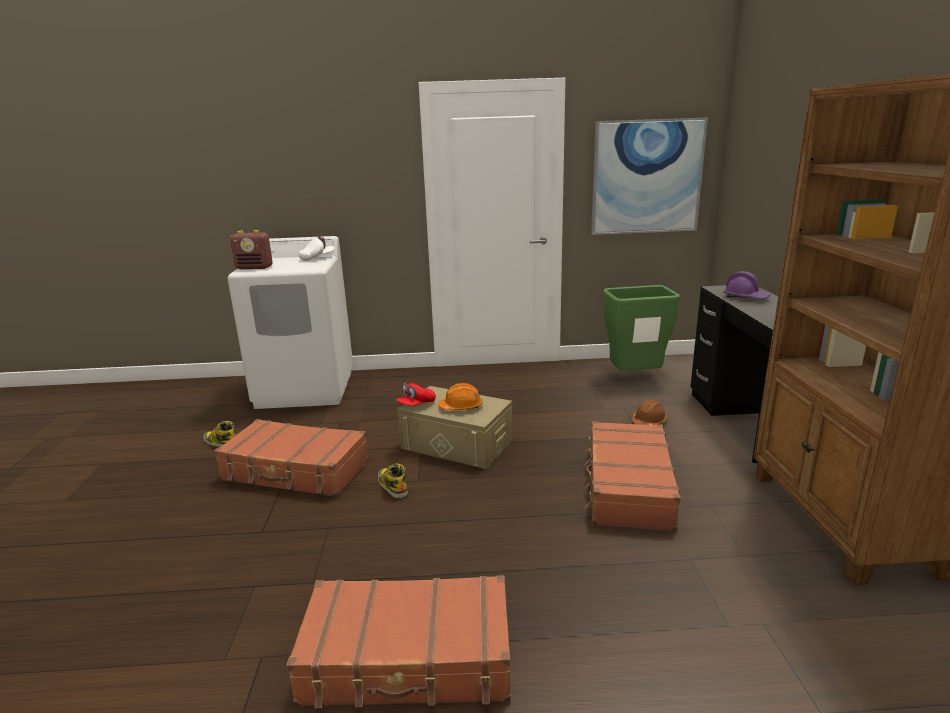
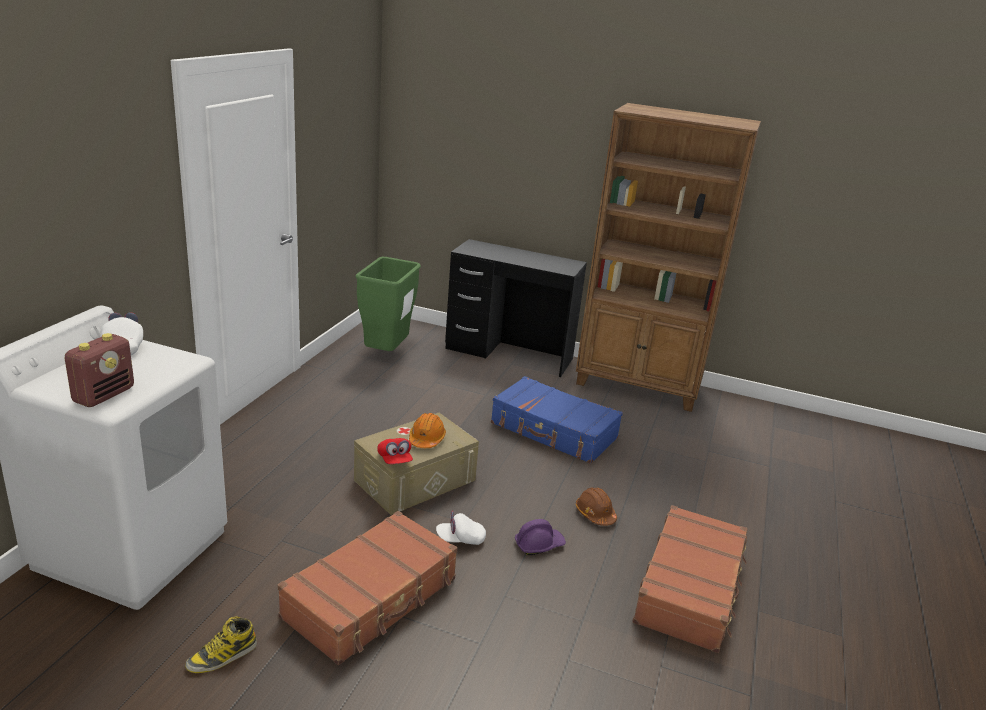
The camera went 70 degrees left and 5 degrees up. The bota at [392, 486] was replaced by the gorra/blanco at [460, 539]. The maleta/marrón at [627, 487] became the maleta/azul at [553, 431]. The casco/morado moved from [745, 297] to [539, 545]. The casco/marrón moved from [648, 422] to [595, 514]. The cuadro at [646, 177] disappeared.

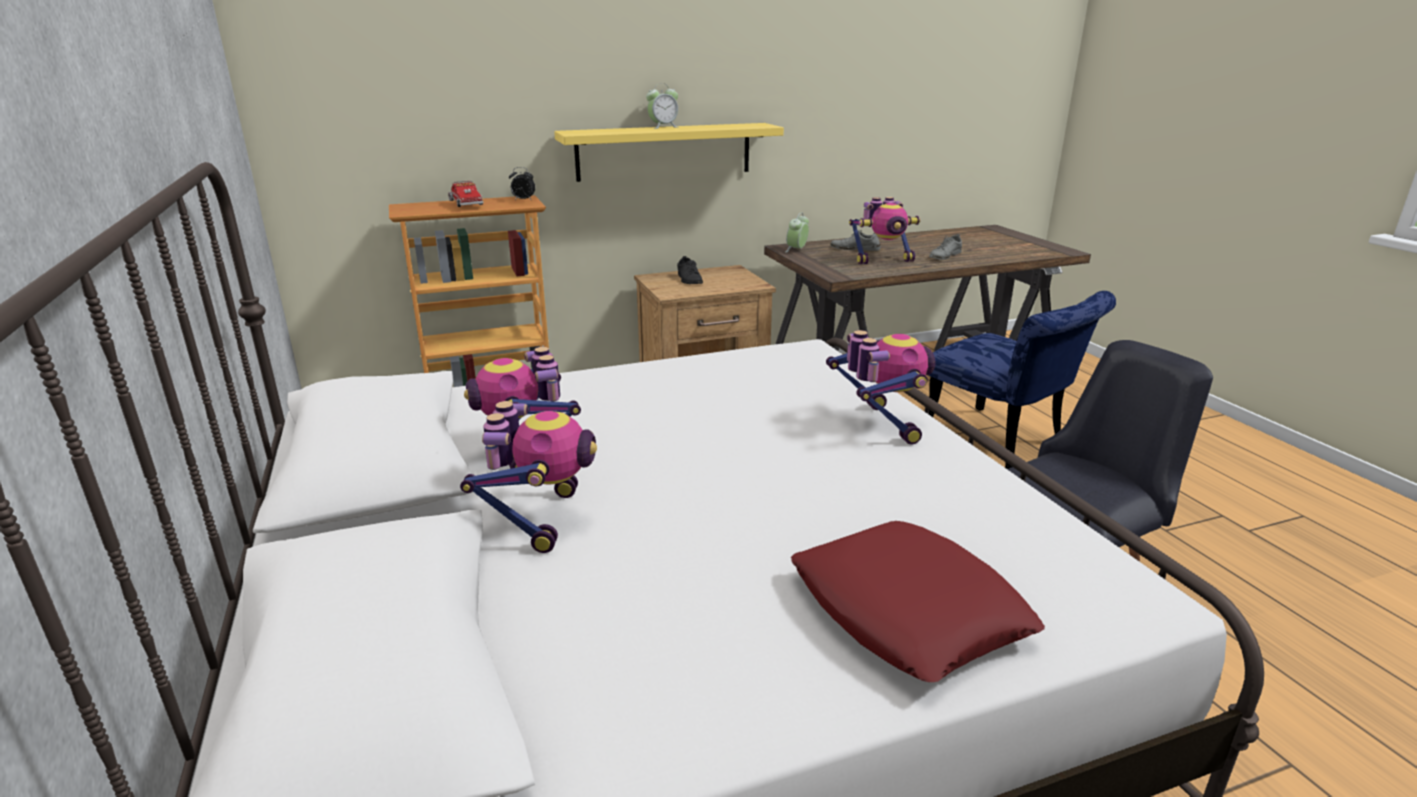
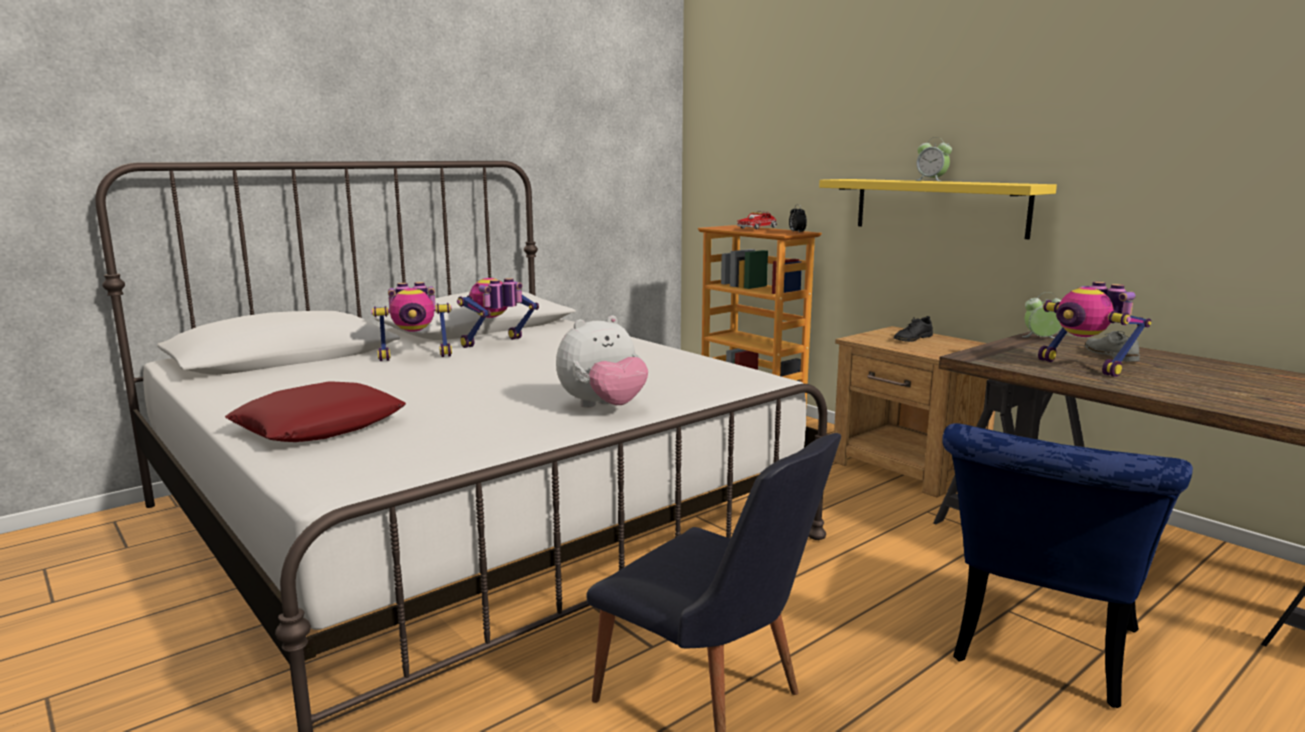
The camera went 70 degrees right and 10 degrees down. The robot de juguete at [879, 425] was replaced by the peluche at [603, 407]. The zapato/gris at [944, 256] disappeared.

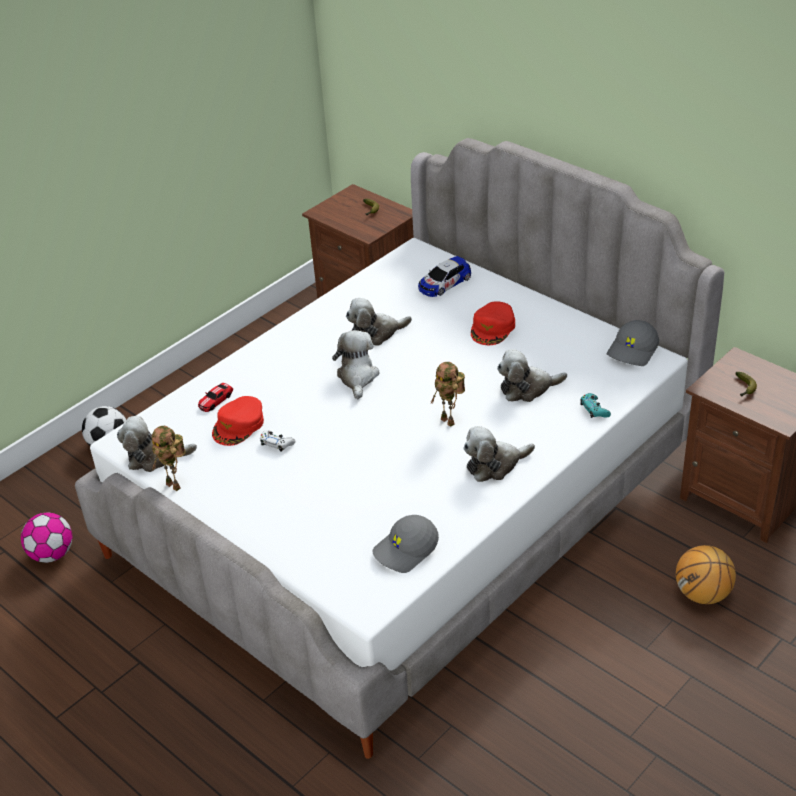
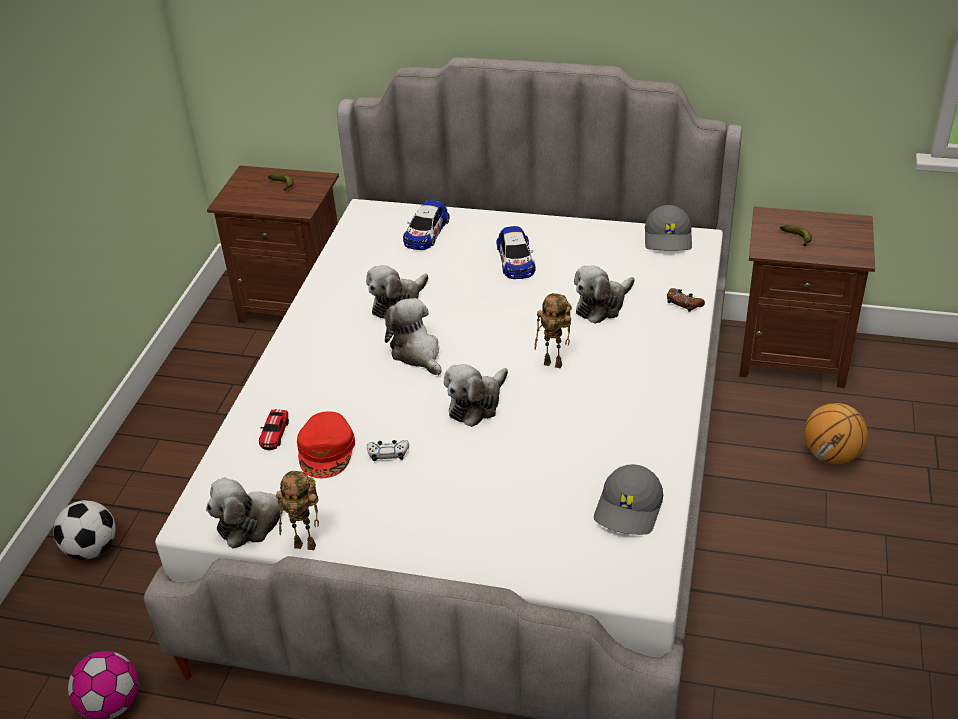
The camera went 30 degrees left and 0 degrees up. The peluche moved from [495, 465] to [476, 404]. The gorra/rojo at [493, 328] was replaced by the coche de juguete at [515, 260]. The mando de consola/turquesa at [594, 409] became the mando de consola/marrón at [684, 303].

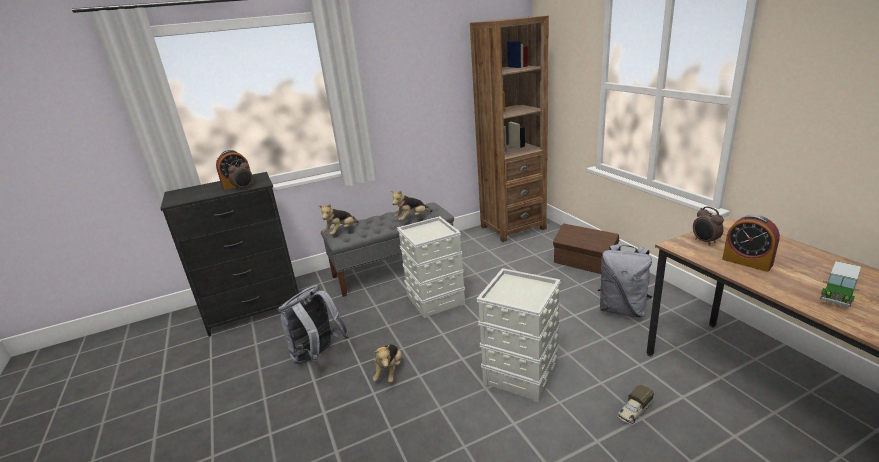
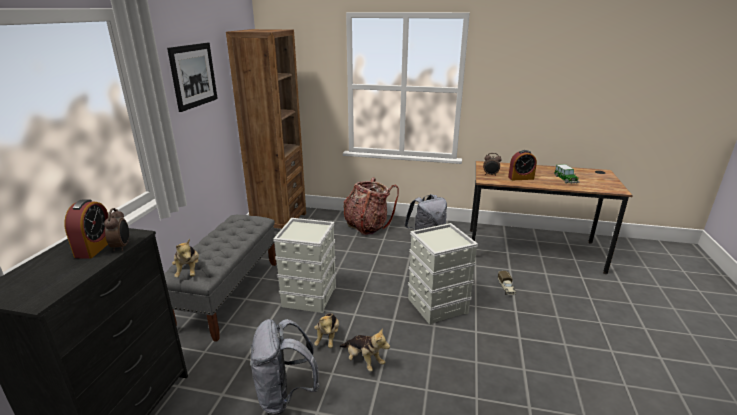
The camera went 55 degrees left and 0 degrees up. The cuadro at [193, 75] appeared. The peluche moved from [412, 219] to [327, 338]. The caja de almacenaje/marrón at [585, 264] was replaced by the mochila at [367, 226].

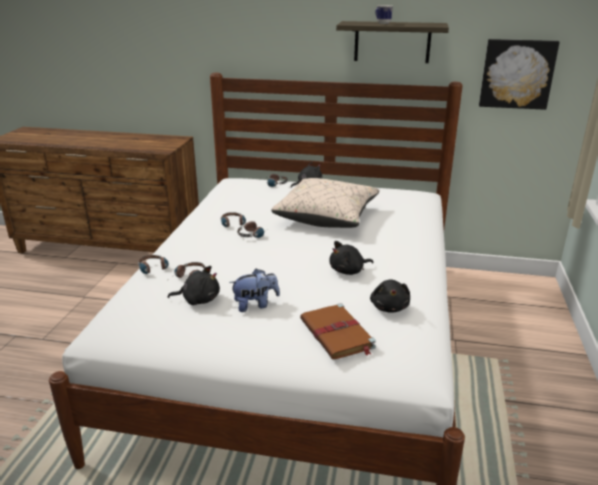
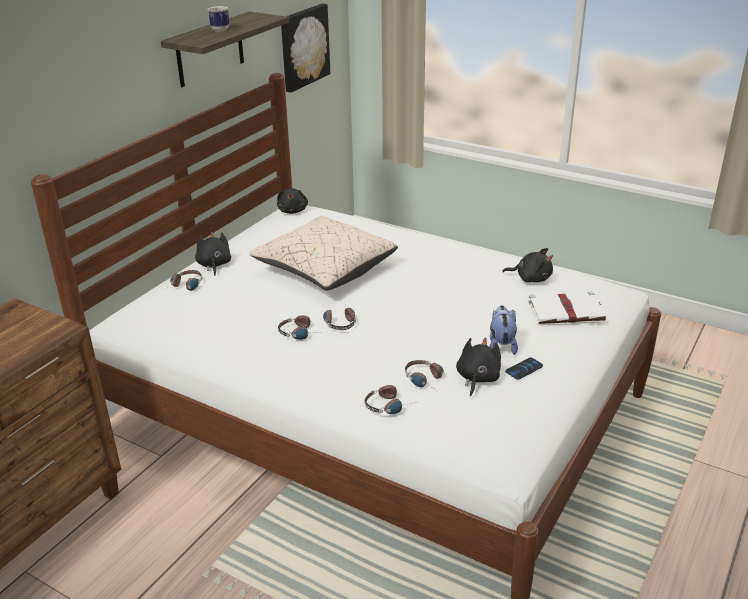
The camera went 70 degrees left and 5 degrees up. The peluche/negro moved from [348, 271] to [293, 211]. The móvil at [524, 369] appeared. The libro/marrón at [337, 334] became the libro/blanco at [567, 311].

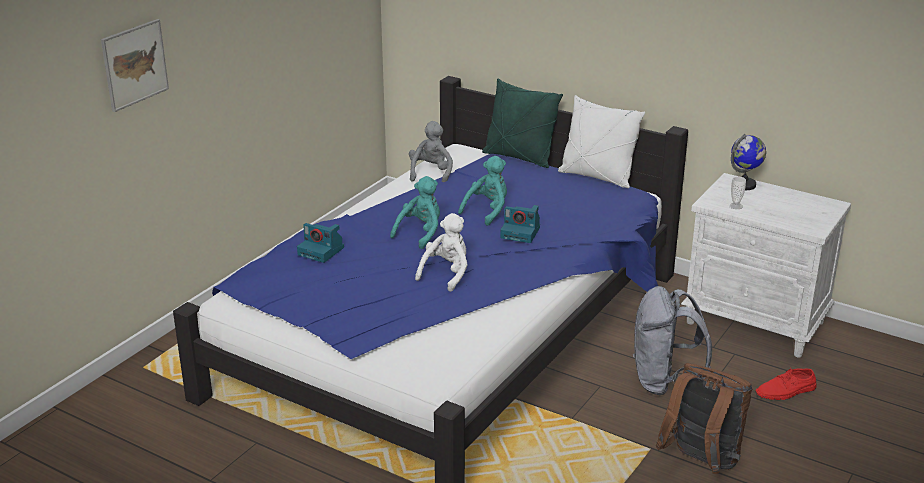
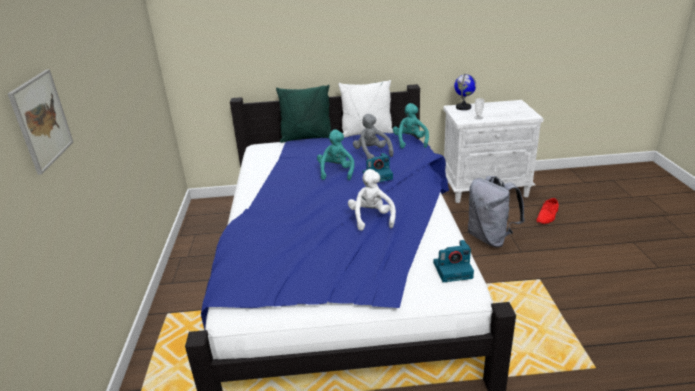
The camera went 35 degrees left and 0 degrees up. The peluche/gris moved from [431, 173] to [372, 153]. The peluche/turquesa moved from [420, 233] to [410, 142]. The cámara moved from [322, 251] to [453, 269]. The mochila/marrón at [700, 462] disappeared.

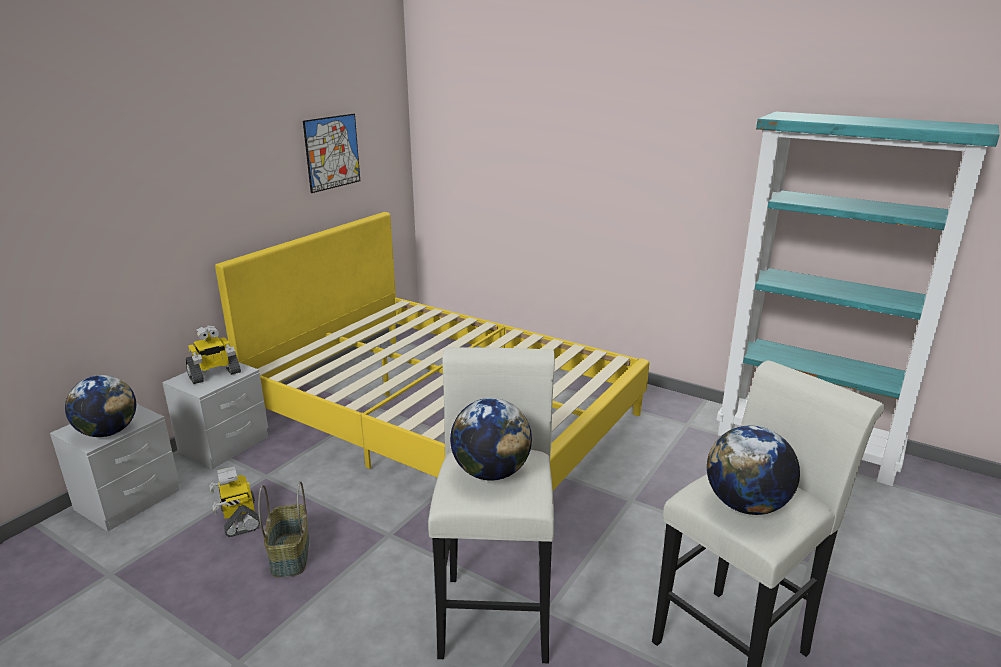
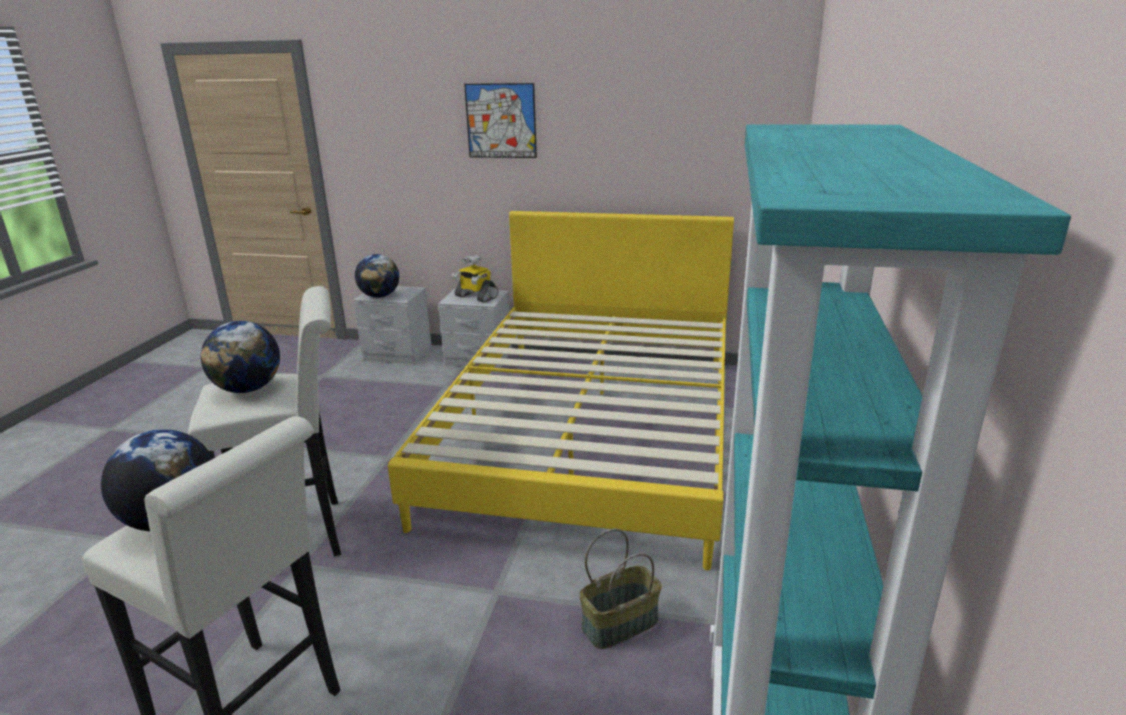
The camera went 70 degrees right and 0 degrees up. The cuadro moved from [332, 152] to [501, 121]. The cesta moved from [289, 554] to [620, 623]. The robot de juguete at [239, 518] disappeared.

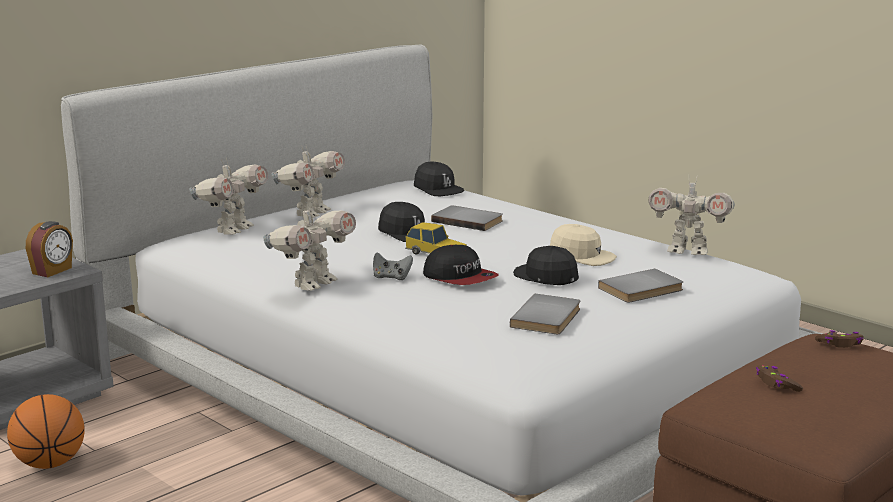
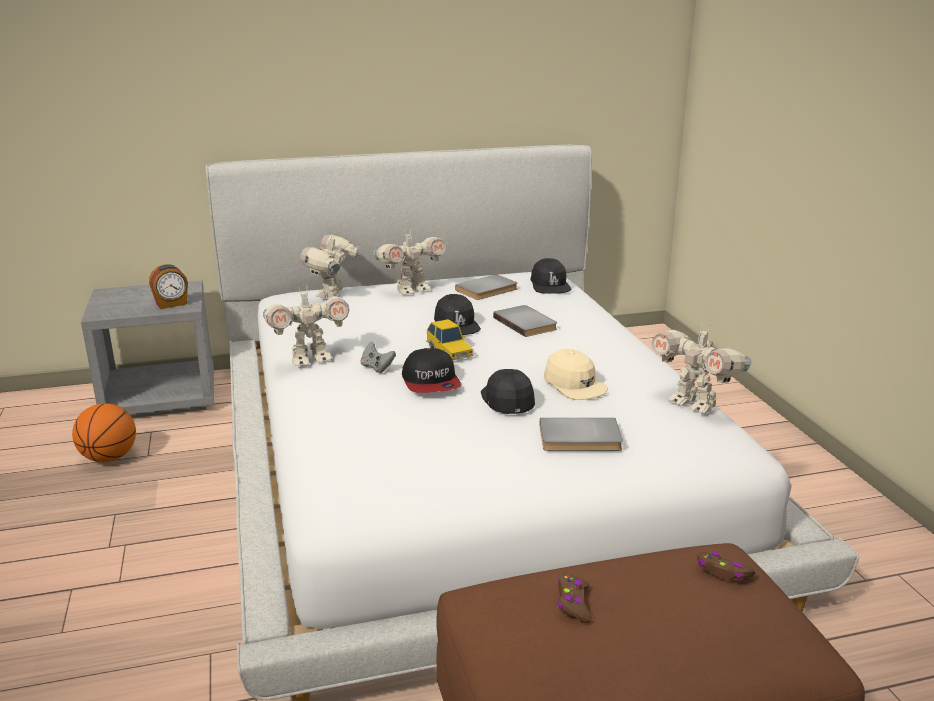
The camera went 30 degrees right and 5 degrees up. The robot de juguete at [232, 230] turned 135 degrees clockwise. The libro/gris moved from [548, 318] to [488, 290].

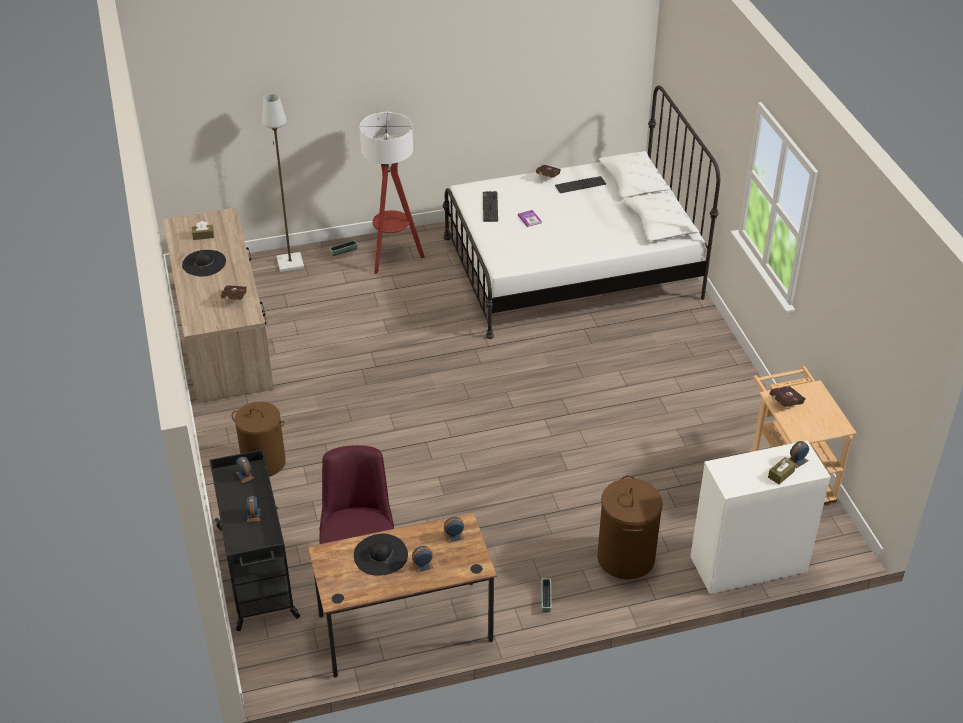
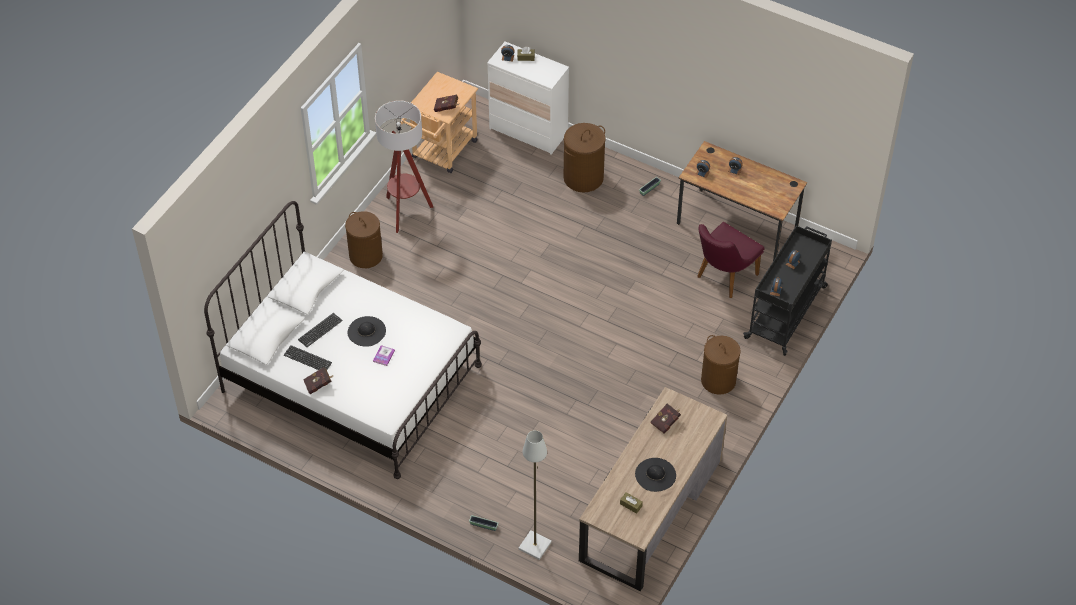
The camera went 135 degrees left and 10 degrees up. The teclado moved from [490, 207] to [320, 330]. The cesto de la ropa/marrón at [366, 256] appeared. The sombrero/negro moved from [380, 555] to [366, 331]. The lámpara de pie moved from [392, 257] to [405, 212].

